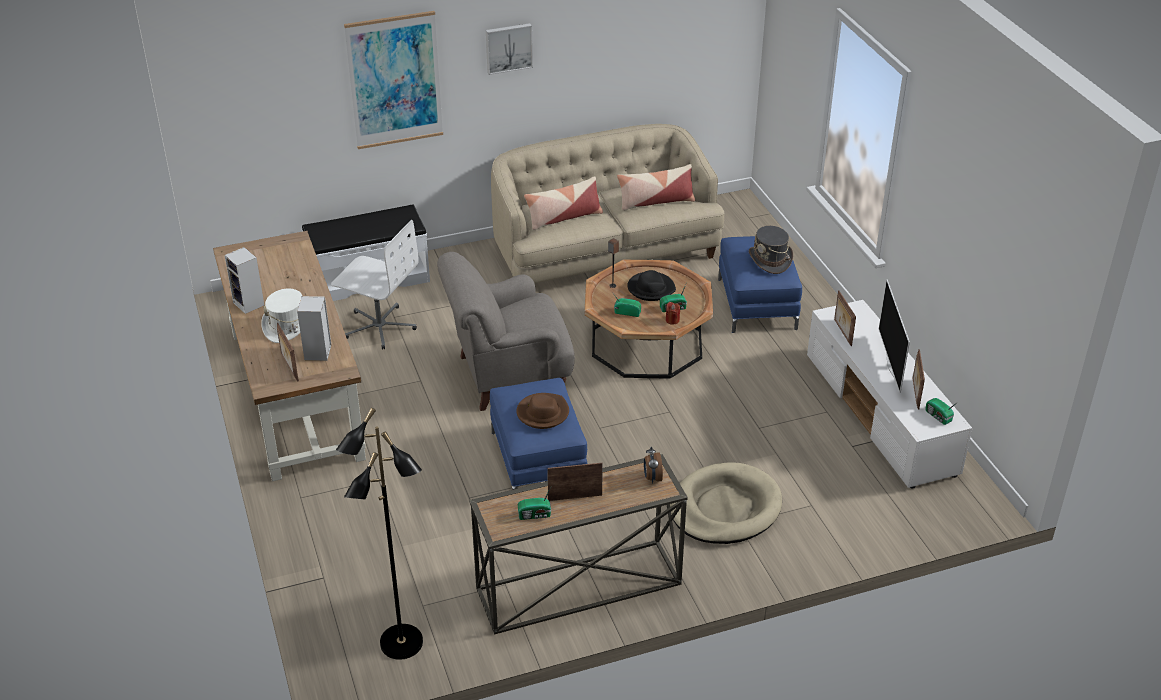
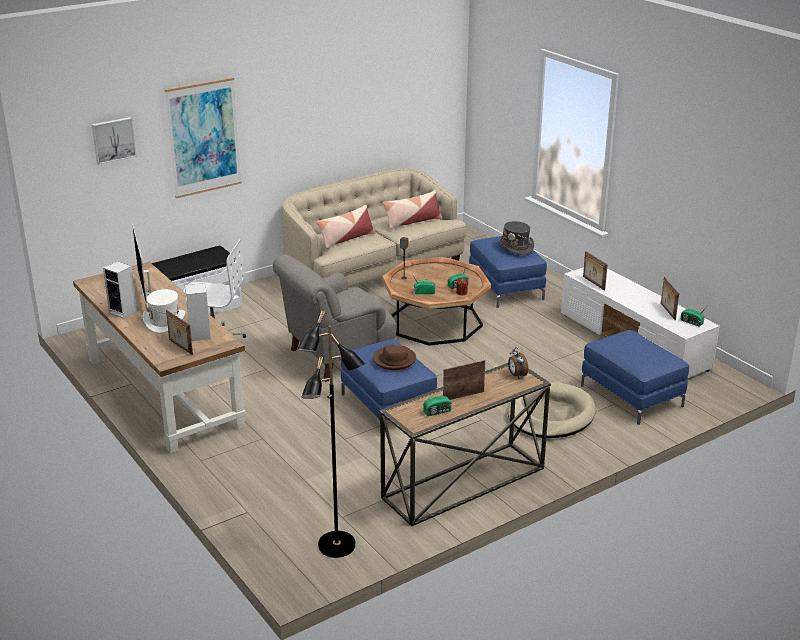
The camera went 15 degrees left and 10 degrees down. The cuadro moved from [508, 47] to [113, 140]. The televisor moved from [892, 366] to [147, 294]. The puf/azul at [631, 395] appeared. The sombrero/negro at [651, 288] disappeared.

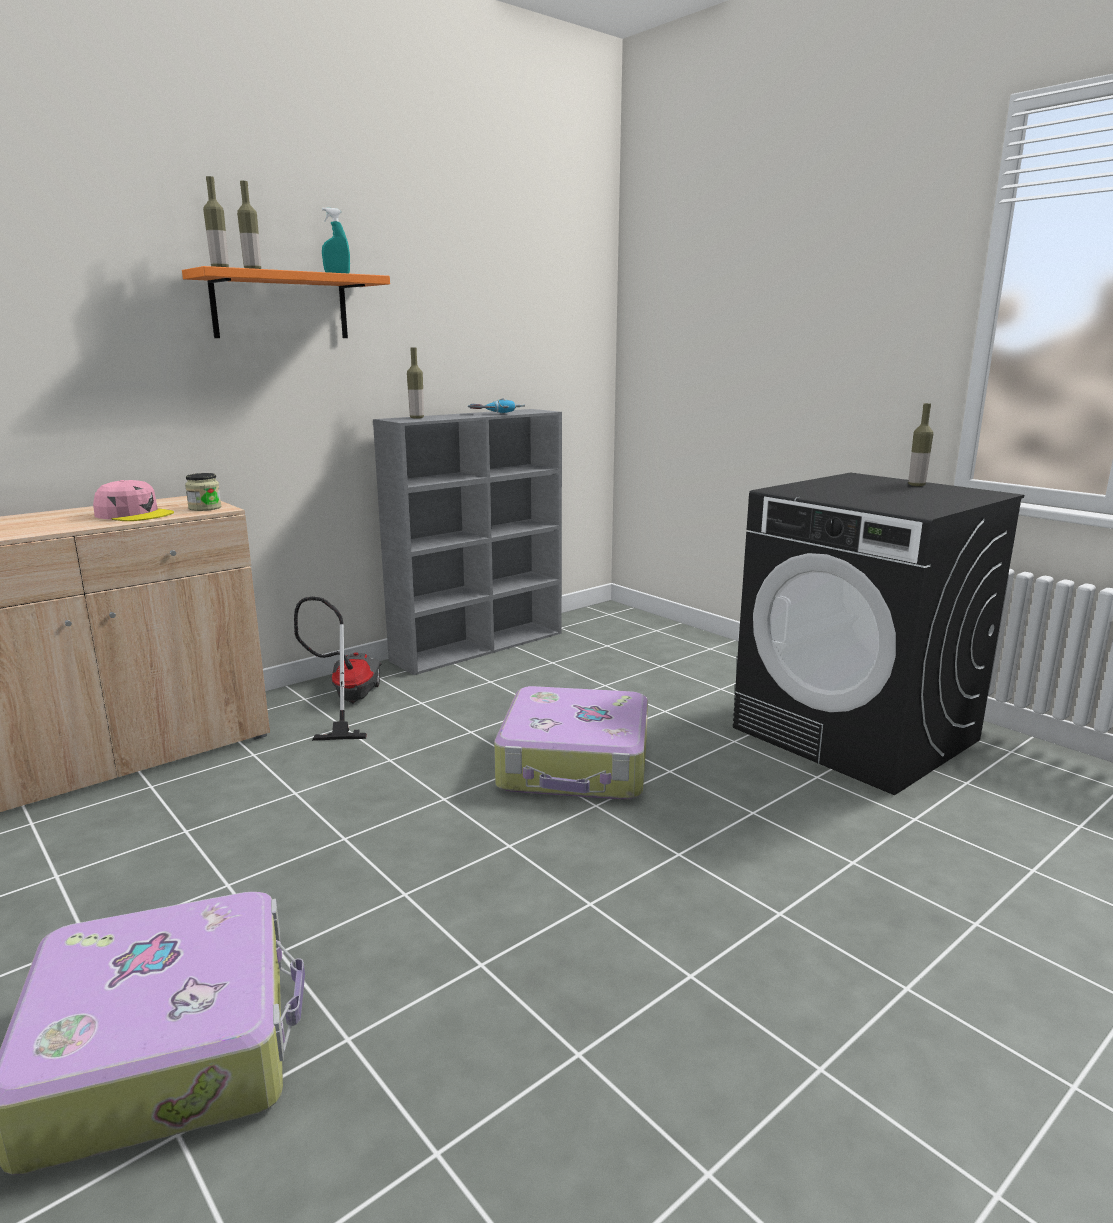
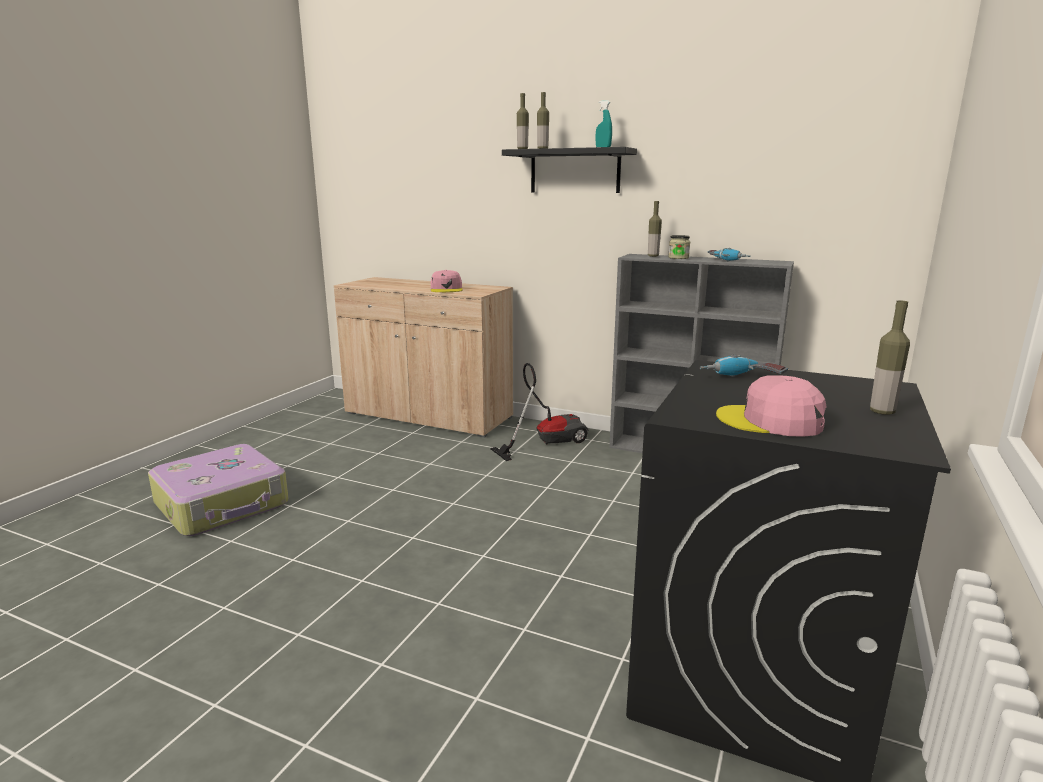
The camera went 65 degrees right and 0 degrees up. The estante/naranja at [280, 306] became the estante/negro at [575, 171]. The tarro moved from [205, 508] to [678, 258]. The taladro at [742, 378] appeared. The gorra/rosa at [770, 421] appeared. The maleta at [576, 764] disappeared.

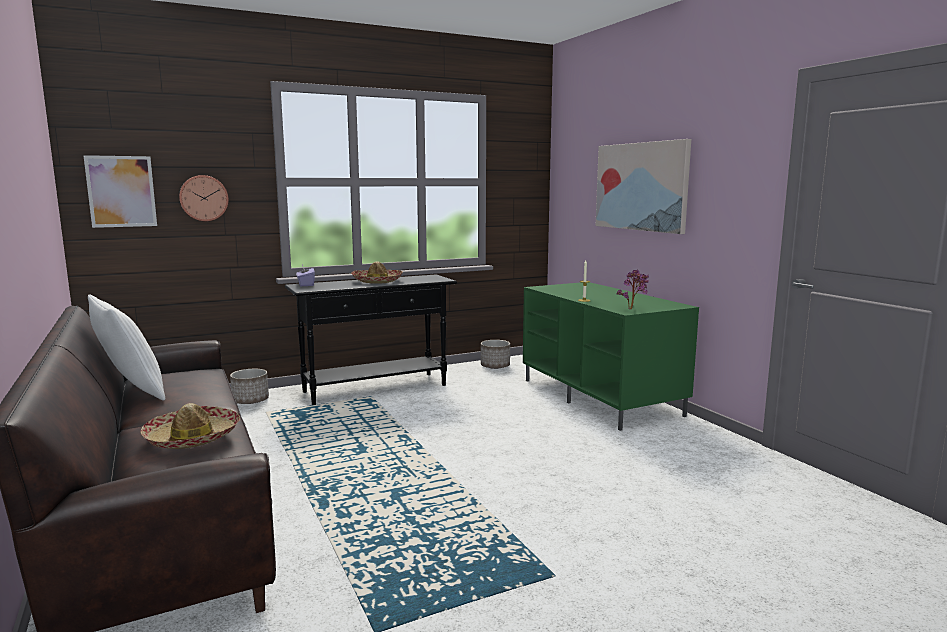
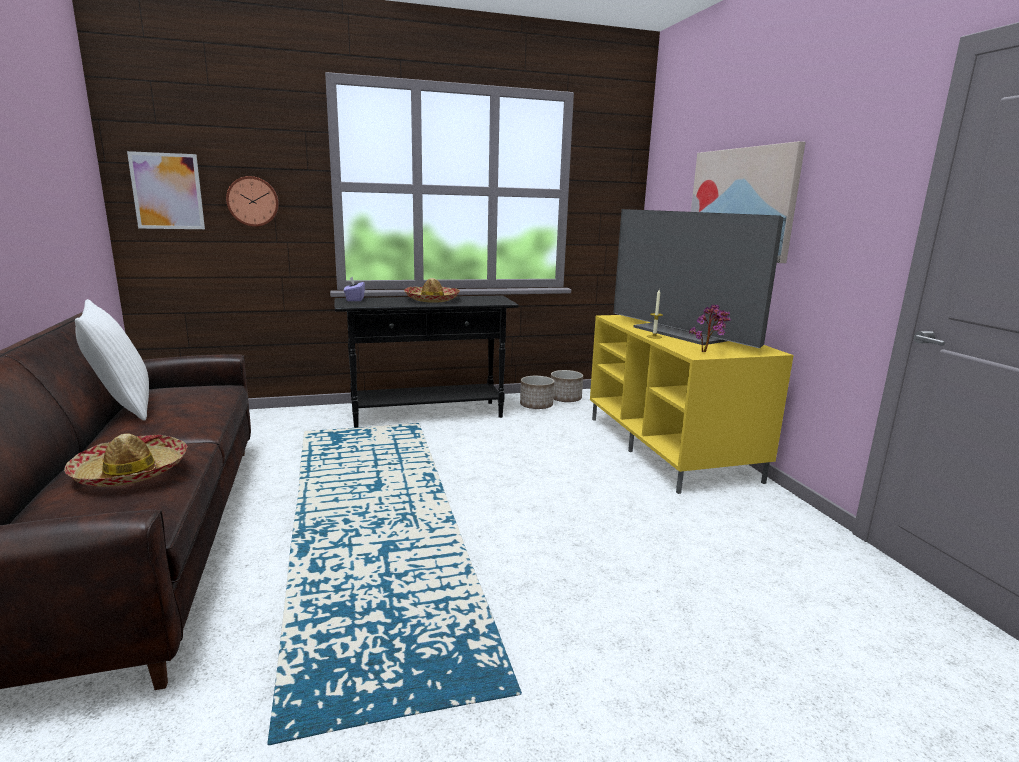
The camera went 10 degrees right and 5 degrees up. The maceta moved from [251, 400] to [536, 406]. The mueble de televisión/verde at [601, 397] became the mueble de televisión/amarillo at [671, 448]. The televisor at [682, 333] appeared.

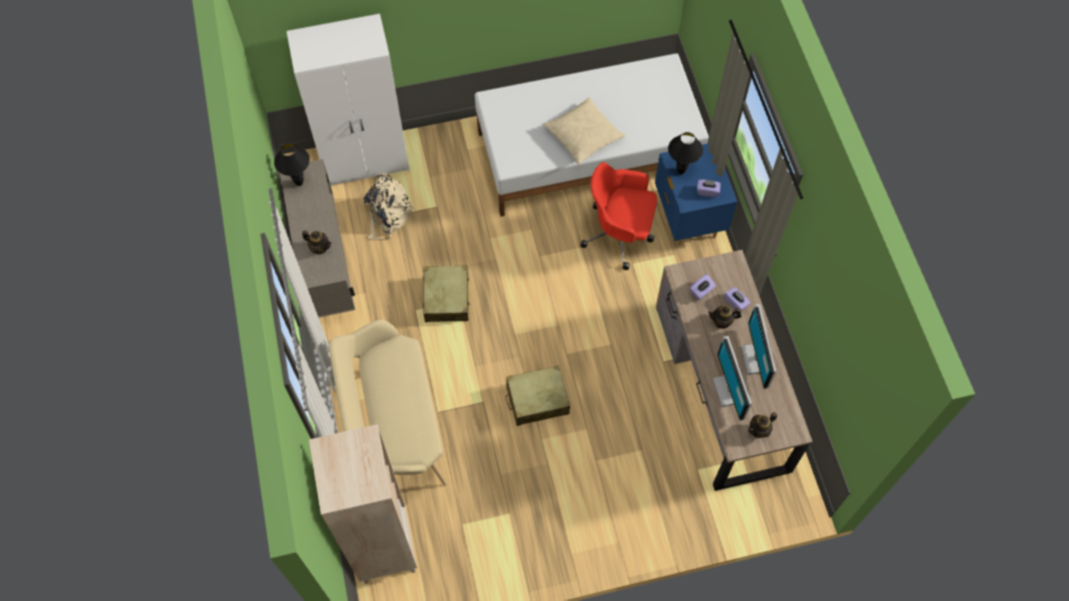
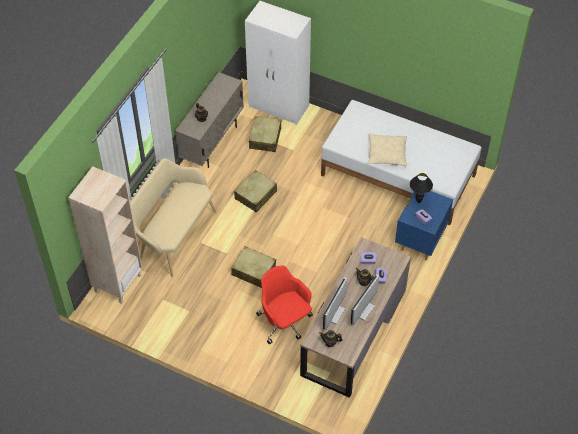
The camera went 40 degrees right and 10 degrees down. The mochila/beis at [387, 215] was replaced by the maleta/beis at [265, 138]. The silla de oficina/rojo moved from [619, 234] to [284, 322]. The lámpara de mesa/negro at [299, 183] disappeared.

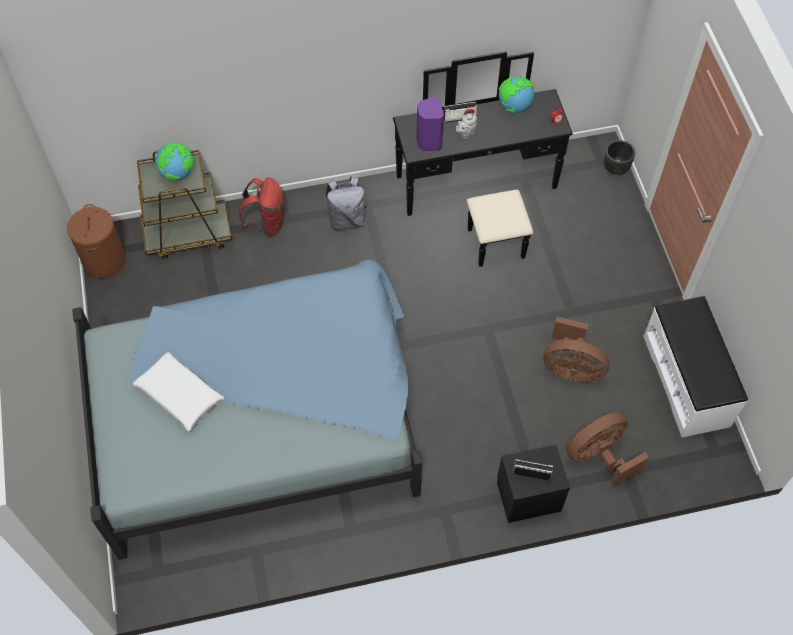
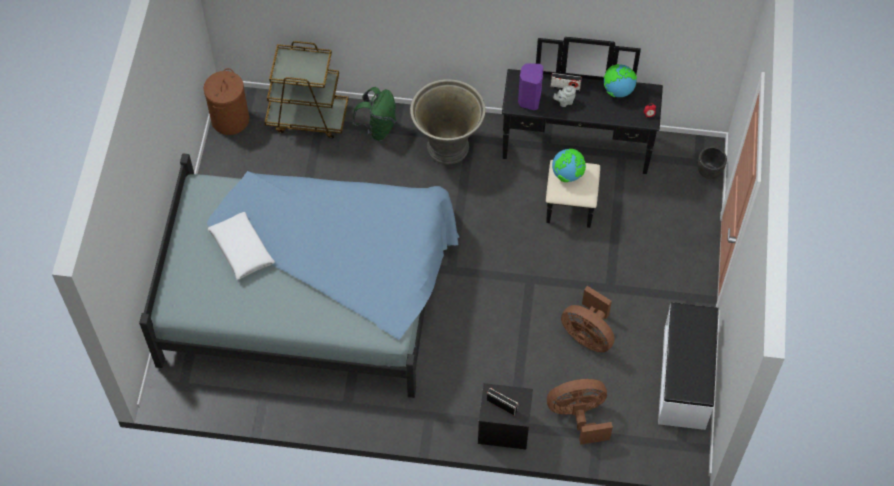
The camera went 20 degrees right and 0 degrees up. The mochila/rojo at [266, 223] became the mochila/verde at [377, 128]. The mochila/gris at [346, 220] was replaced by the maceta/gris at [447, 146]. The globo terráqueo moved from [178, 173] to [567, 174].

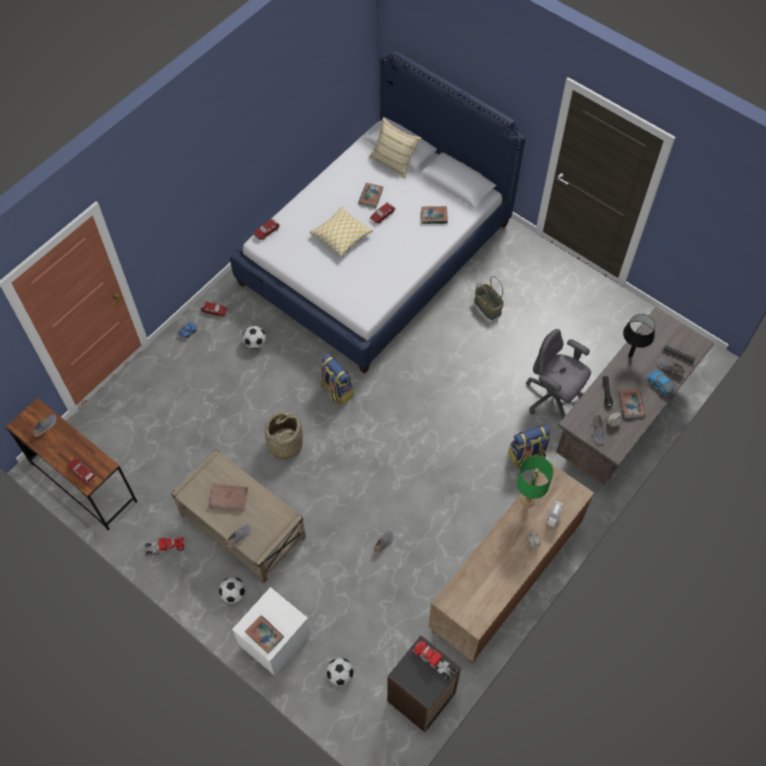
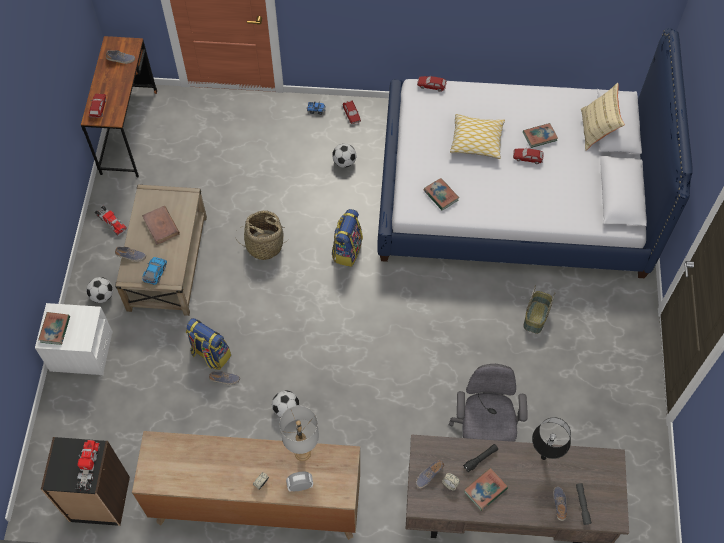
The camera went 55 degrees right and 0 degrees up. The coche de juguete moved from [659, 384] to [155, 272]. The mochila moved from [526, 455] to [210, 354]. The balón de fútbol moved from [340, 675] to [286, 409]. The lámpara de mesa/verde at [527, 501] became the lámpara de mesa/gris at [302, 453]. The libro moved from [434, 216] to [441, 195].

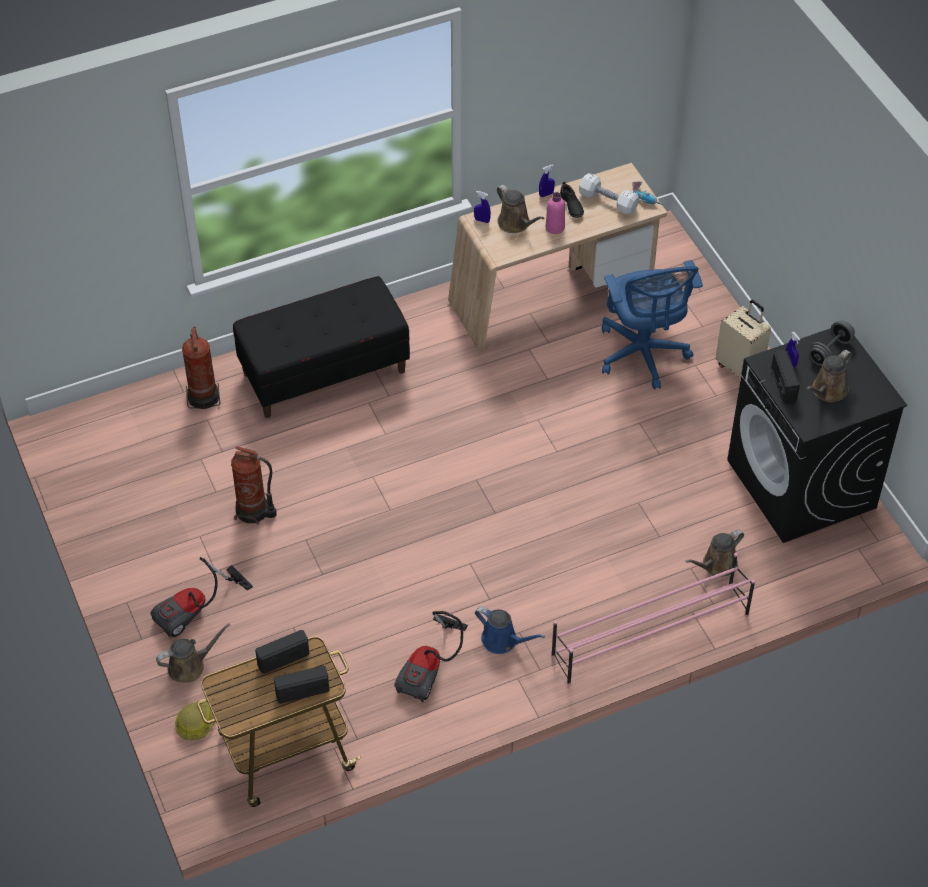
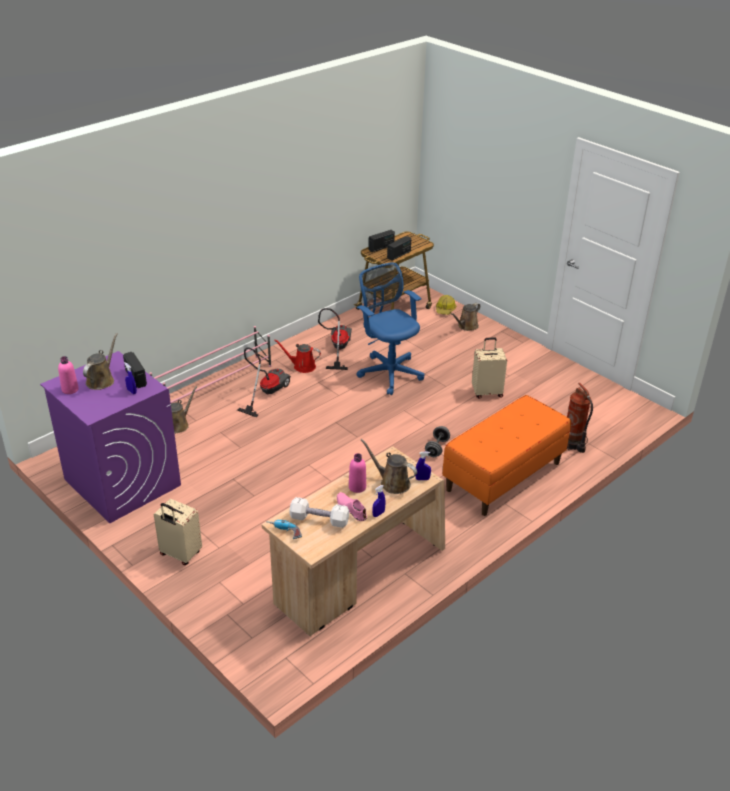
The camera went 160 degrees right and 15 degrees down. The lavadora/negro at [802, 484] became the lavadora/morado at [121, 482]. The botella/rosa at [70, 389] appeared. The aspiradora moved from [196, 611] to [266, 392]. The regadera/azul at [502, 640] became the regadera/rojo at [302, 366]. The zapato/negro at [571, 206] became the zapato/rosa at [351, 509]. The silla de oficina/azul moved from [643, 355] to [389, 372]. The mancuerna/gris moved from [830, 351] to [437, 448]. The banco/negro at [324, 372] became the banco/naranja at [503, 477]. The extintor at [254, 512] was replaced by the maleta/beis at [487, 392].

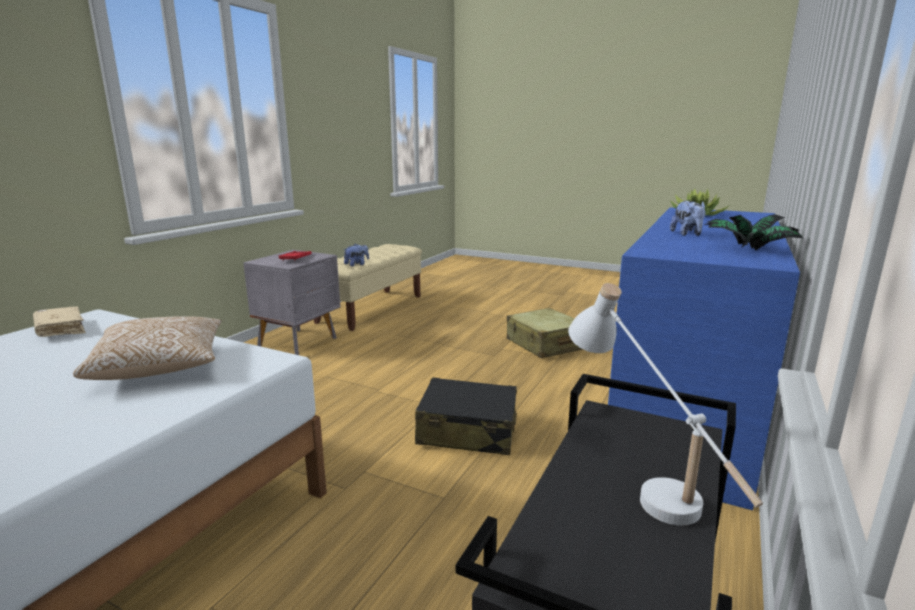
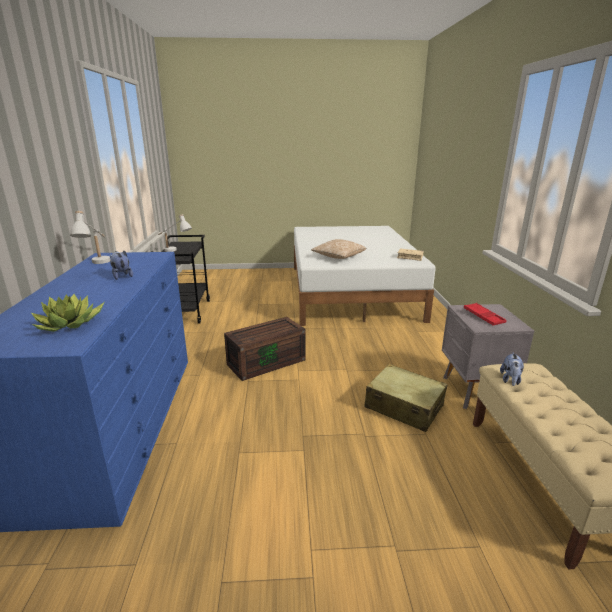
The camera went 150 degrees right and 5 degrees up. The planta en maceta at [747, 249] was replaced by the lámpara de mesa/blanco at [98, 265]. The maleta/negro at [467, 431] was replaced by the caja de almacenaje/marrón at [266, 361]. The maleta/beis moved from [545, 344] to [404, 407].

